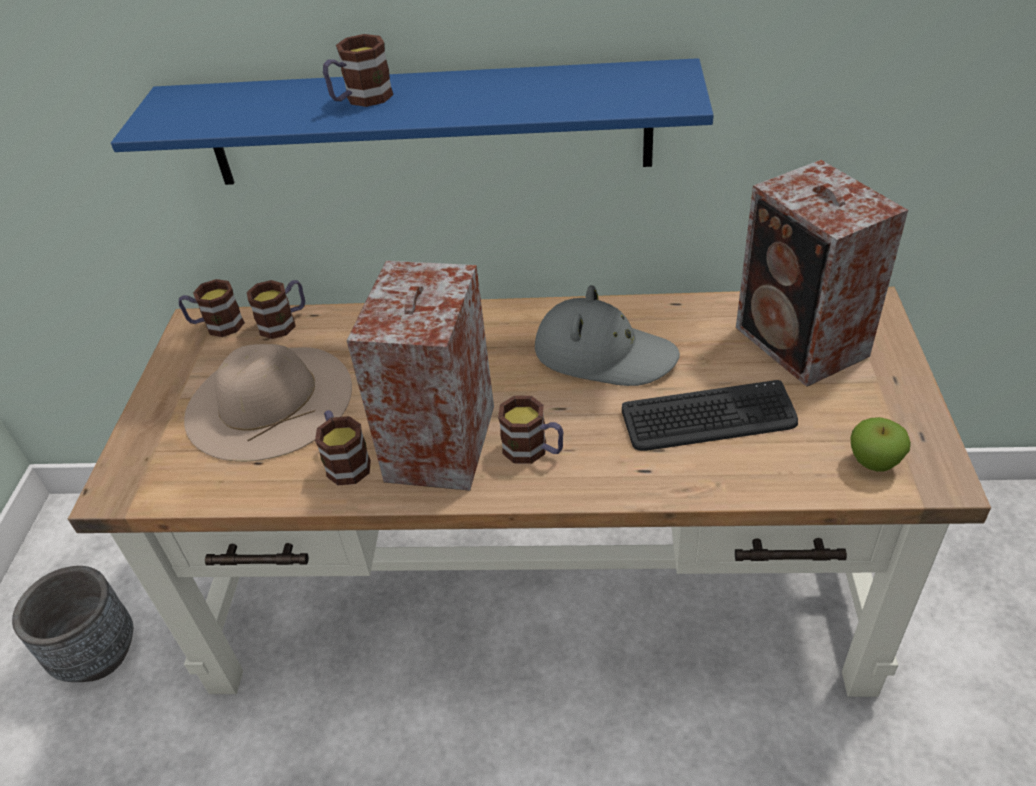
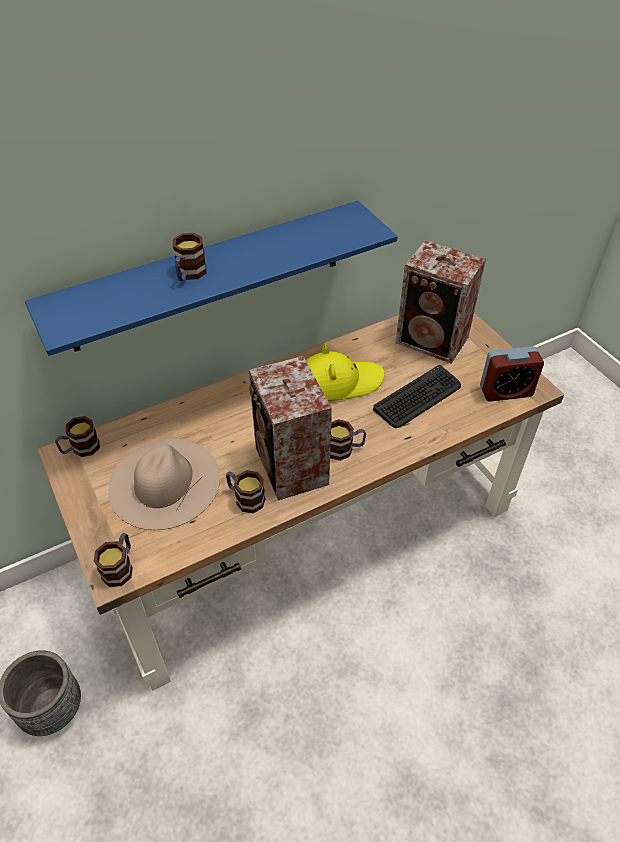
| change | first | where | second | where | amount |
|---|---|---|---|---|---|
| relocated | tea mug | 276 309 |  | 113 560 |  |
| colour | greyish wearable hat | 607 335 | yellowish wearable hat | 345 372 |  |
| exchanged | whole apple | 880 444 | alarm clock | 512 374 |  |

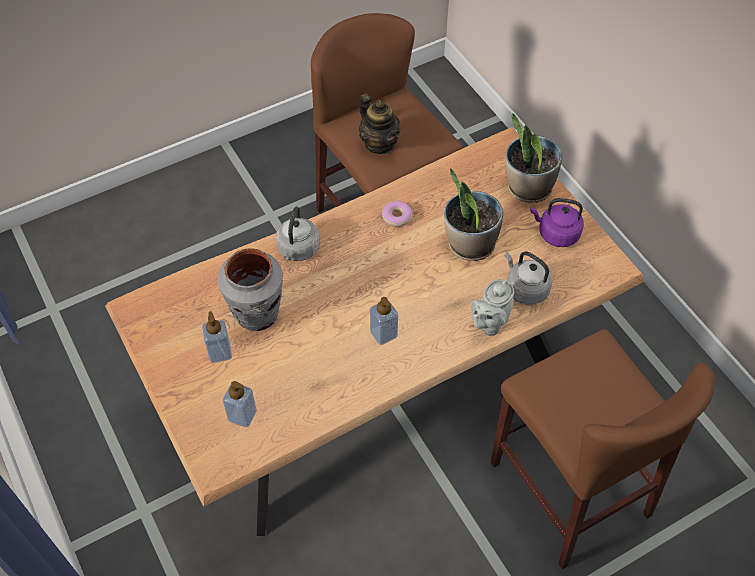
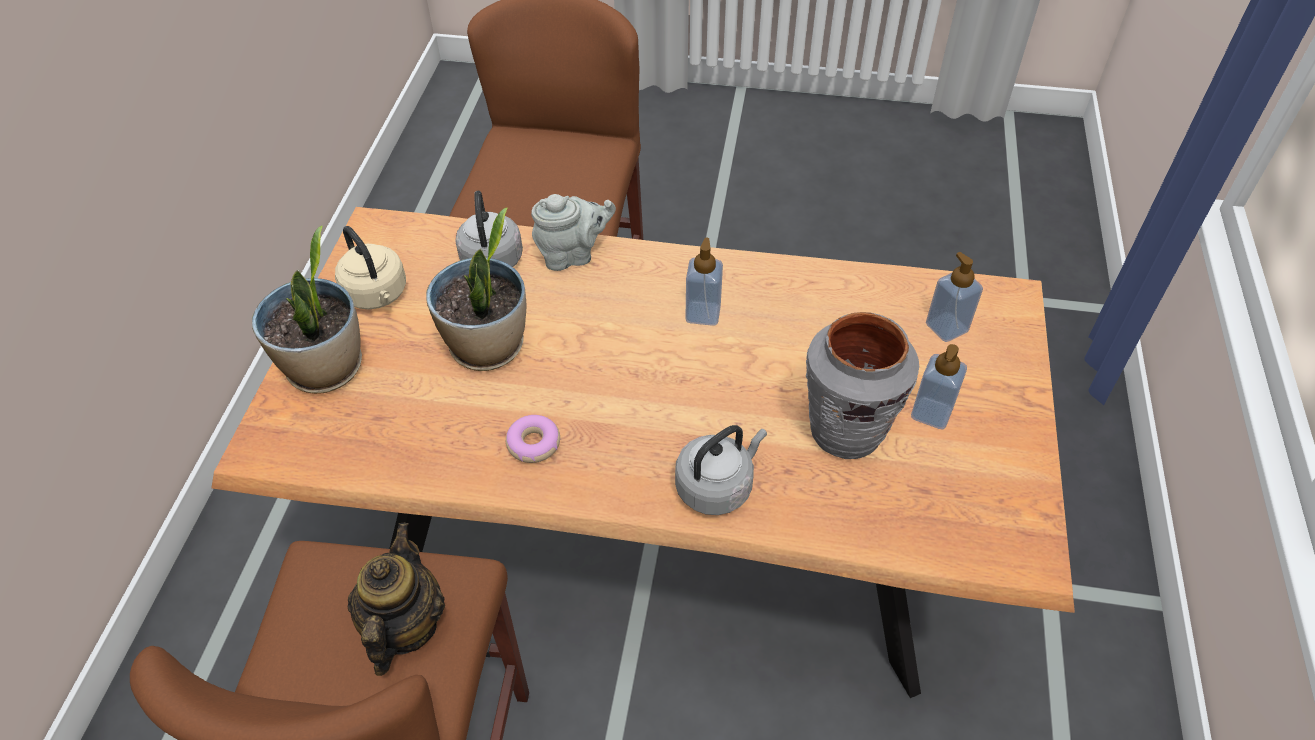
| change | first | where | second | where | amount |
|---|---|---|---|---|---|
| colour | purple-coloured tea kettle | 557 222 | beige-coloured tea kettle | 370 267 |  |

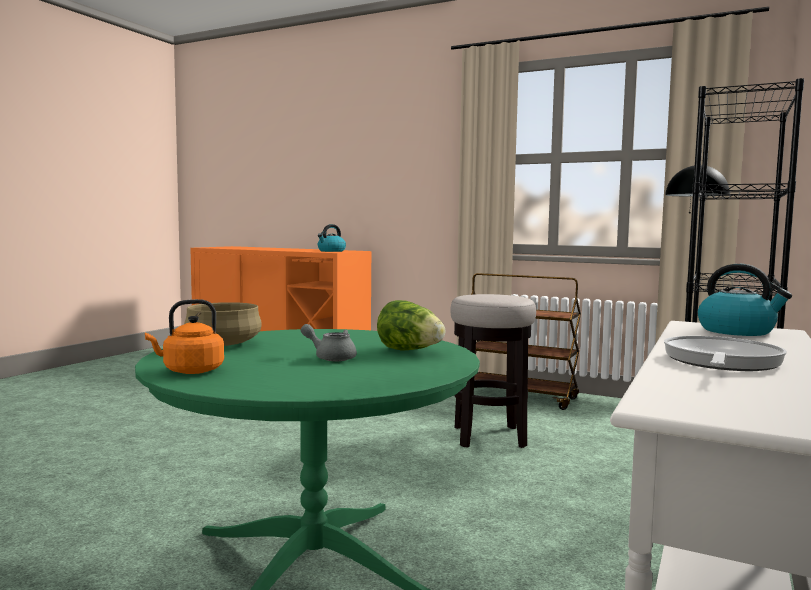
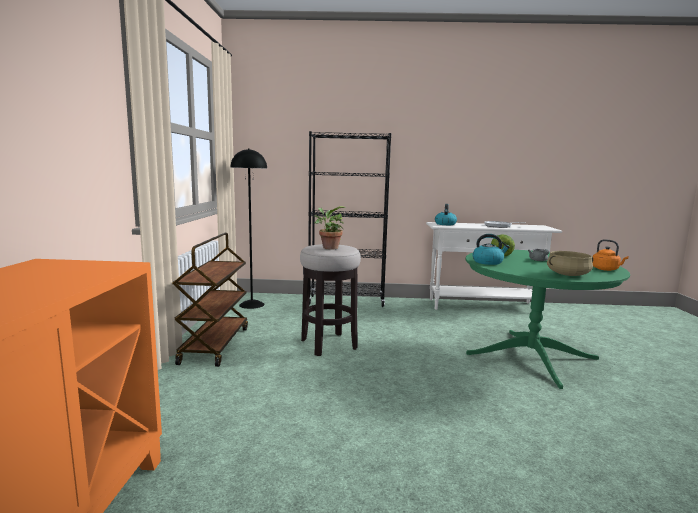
| change | first | where | second | where | amount |
|---|---|---|---|---|---|
| appeared |  |  | houseplant | 329 228 |  |
| relocated | tea kettle | 332 238 |  | 491 249 |  |

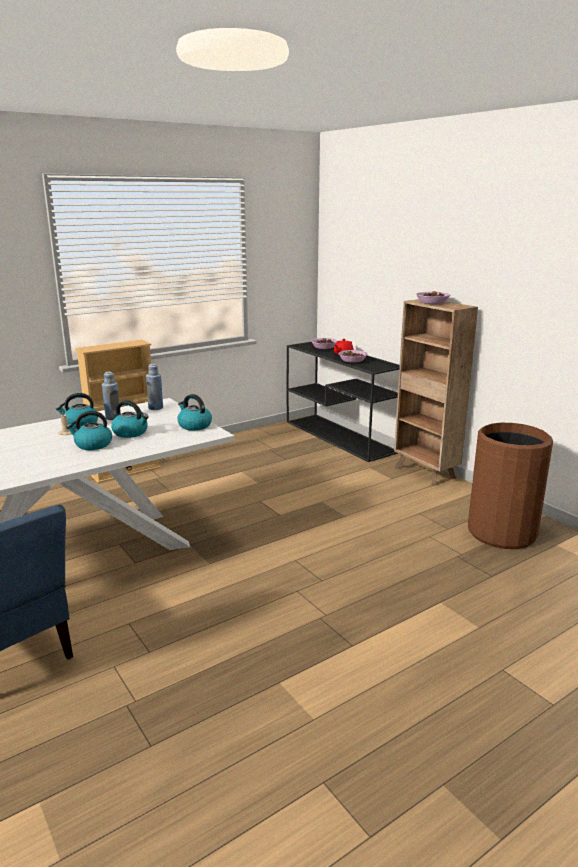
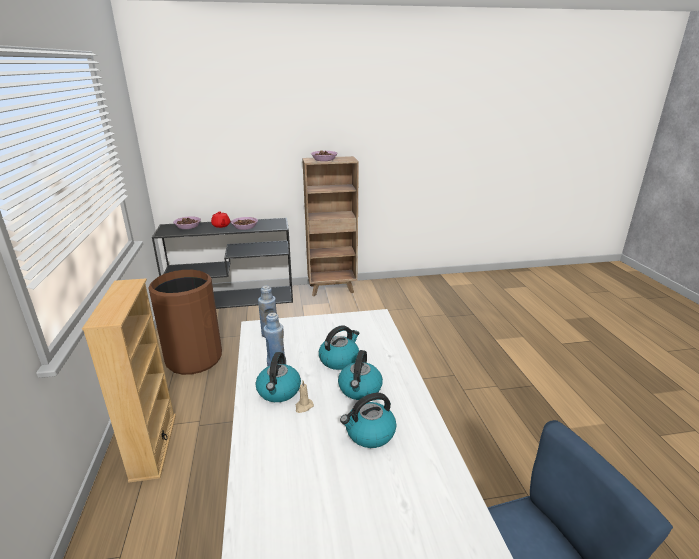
| change | first | where | second | where | amount |
|---|---|---|---|---|---|
| relocated | brown waste bin | 510 486 |  | 185 322 |  |
| relocated | tea kettle | 194 412 |  | 368 420 |  |

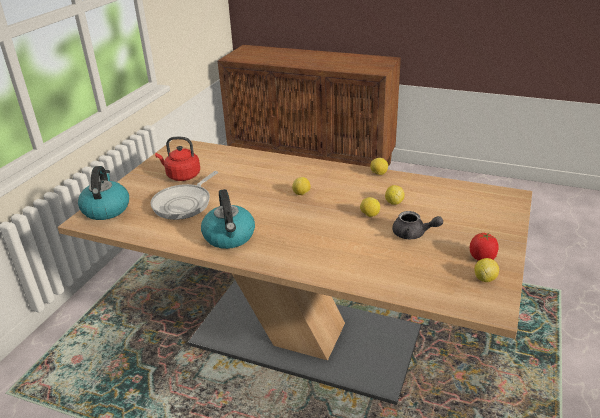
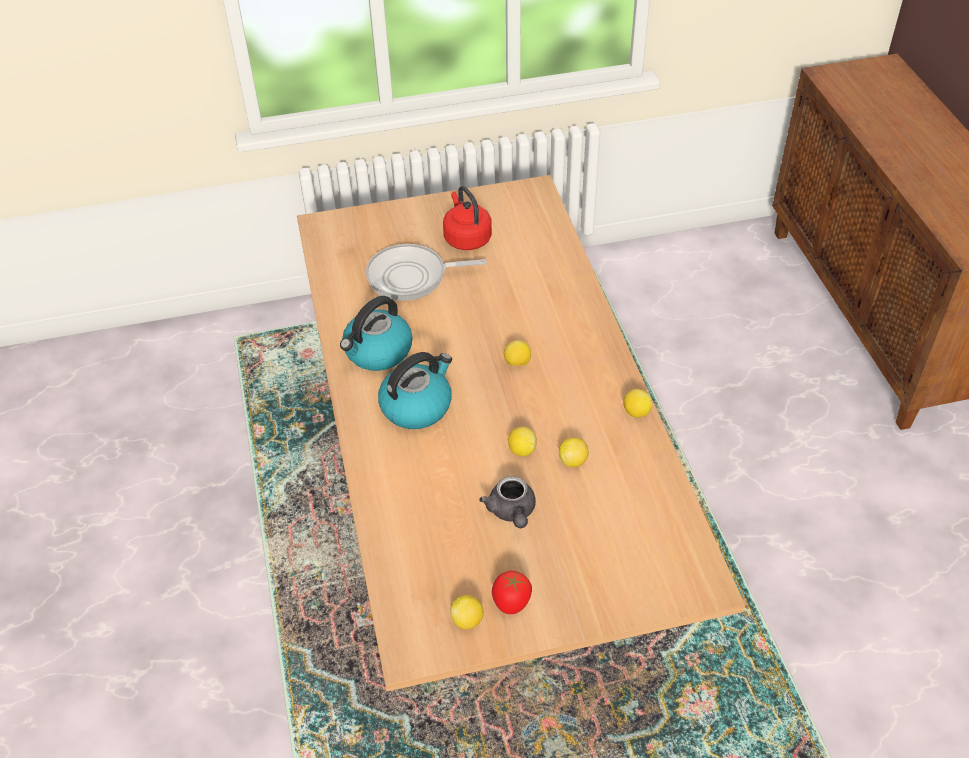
| change | first | where | second | where | amount |
|---|---|---|---|---|---|
| relocated | tea kettle | 103 193 |  | 415 390 |  |

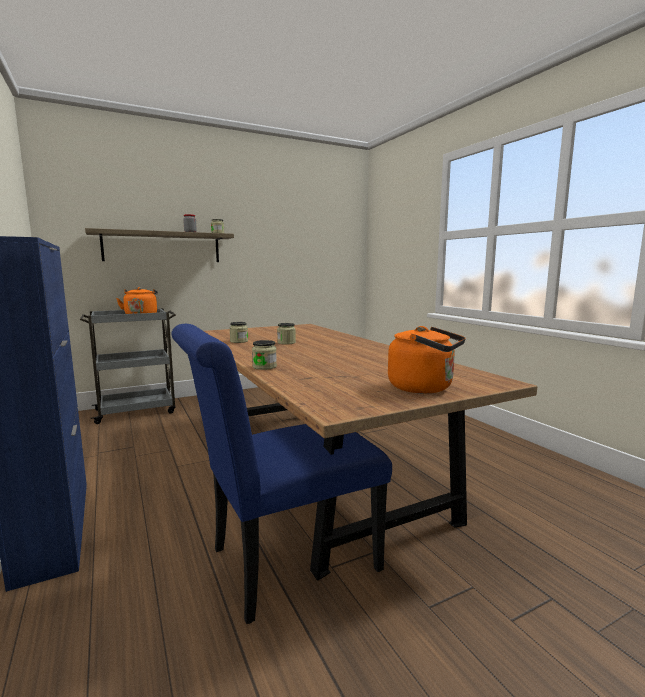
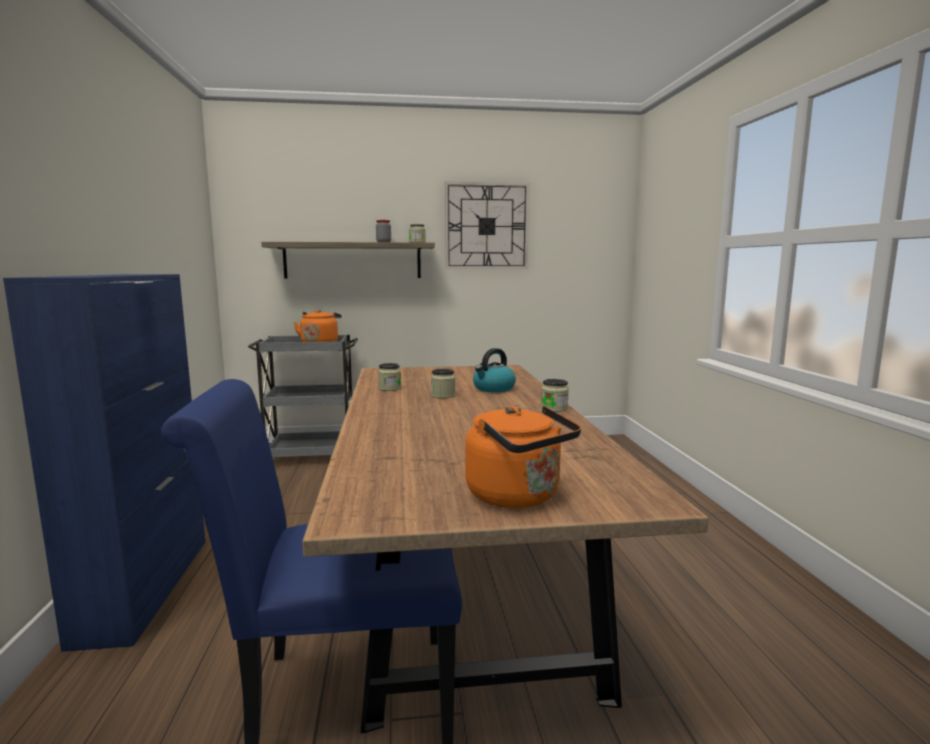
| change | first | where | second | where | amount |
|---|---|---|---|---|---|
| appeared |  |  | clock on the wall | 487 225 |  |
| appeared |  |  | tea kettle | 494 370 |  |
| relocated | storage jar | 264 355 |  | 555 395 |  |

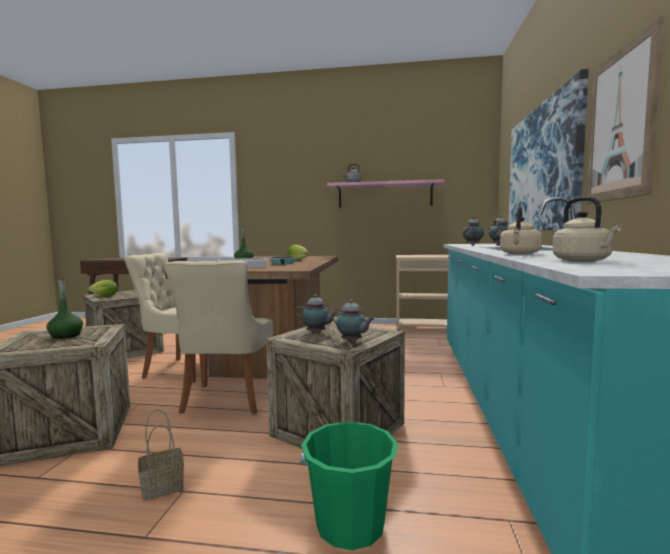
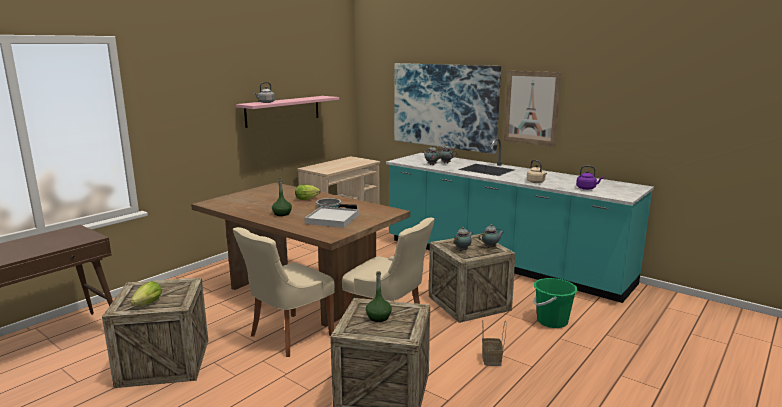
| change | first | where | second | where | amount |
|---|---|---|---|---|---|
| colour | beige-coloured tea kettle | 586 229 | purple-coloured tea kettle | 589 178 |  |

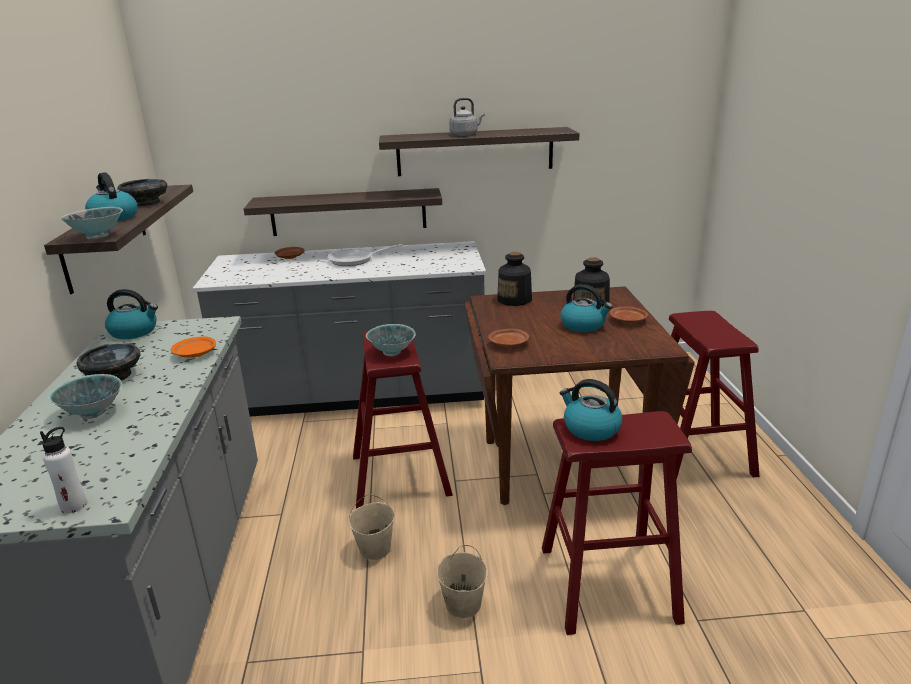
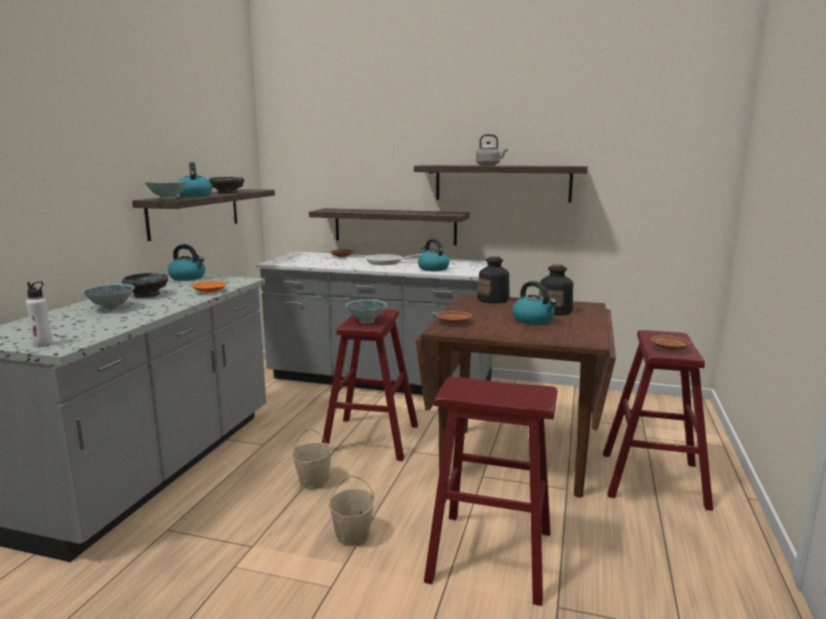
| change | first | where | second | where | amount |
|---|---|---|---|---|---|
| relocated | tea kettle | 591 410 |  | 434 255 |  |
| relocated | brown flat dish | 629 314 |  | 670 343 |  |

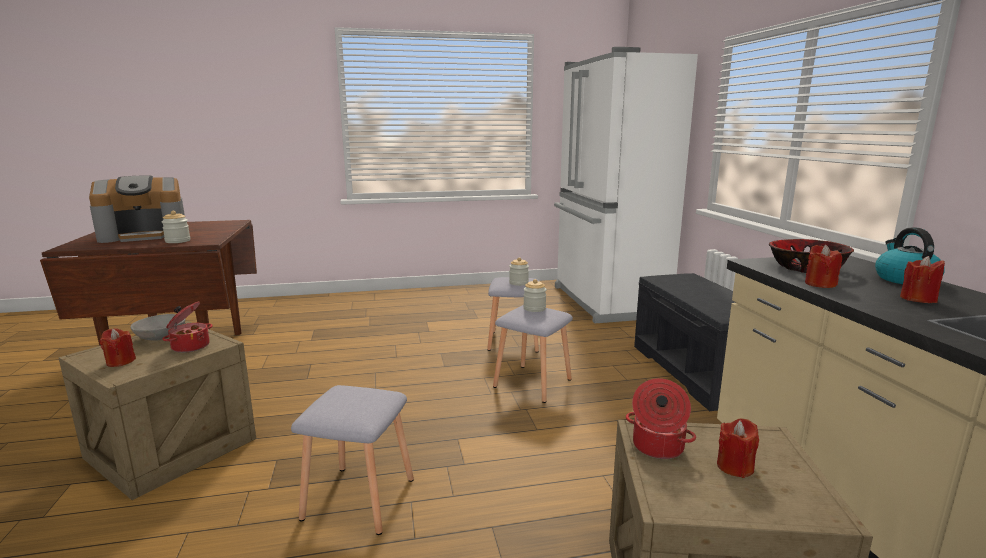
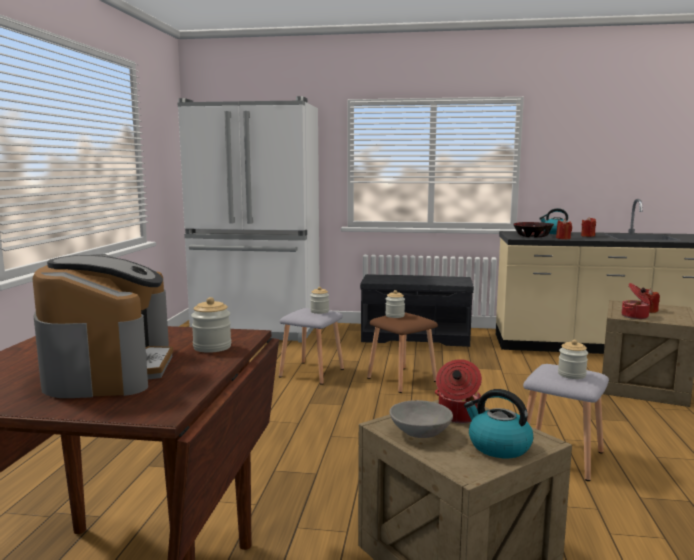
| change | first | where | second | where | amount |
|---|---|---|---|---|---|
| colour | greyish stool seat | 533 354 | brown stool seat | 402 353 |  |
| exchanged | red-coloured wax light | 117 347 | tea kettle | 498 423 |  |
| appeared |  |  | storage jar | 573 359 |  |

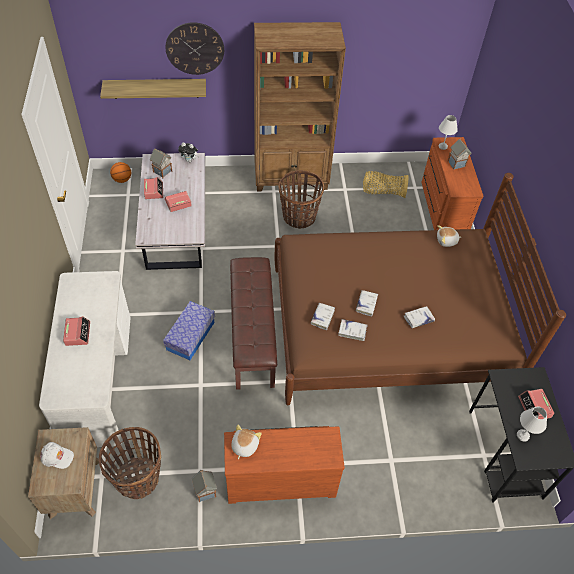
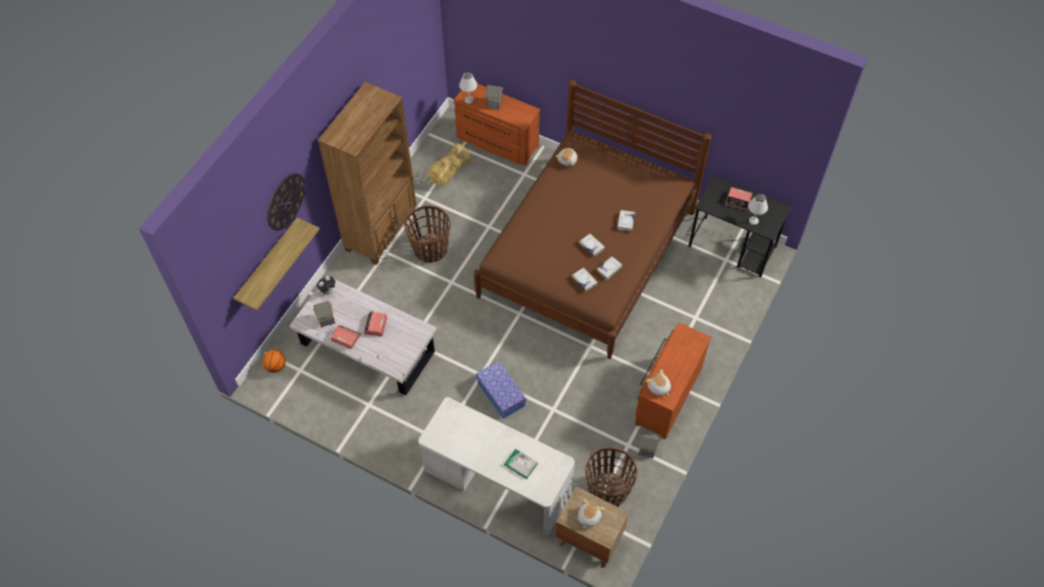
| change | first | where | second | where | amount |
|---|---|---|---|---|---|
| appeared |  |  | bound book | 521 464 |  |
| exchanged | white-coloured baseball cap | 57 455 | cuddly toy | 591 514 |  |
| missing | alarm clock | 76 331 |  |  |  |
| missing | brown indoor bench | 253 323 |  |  |  |

